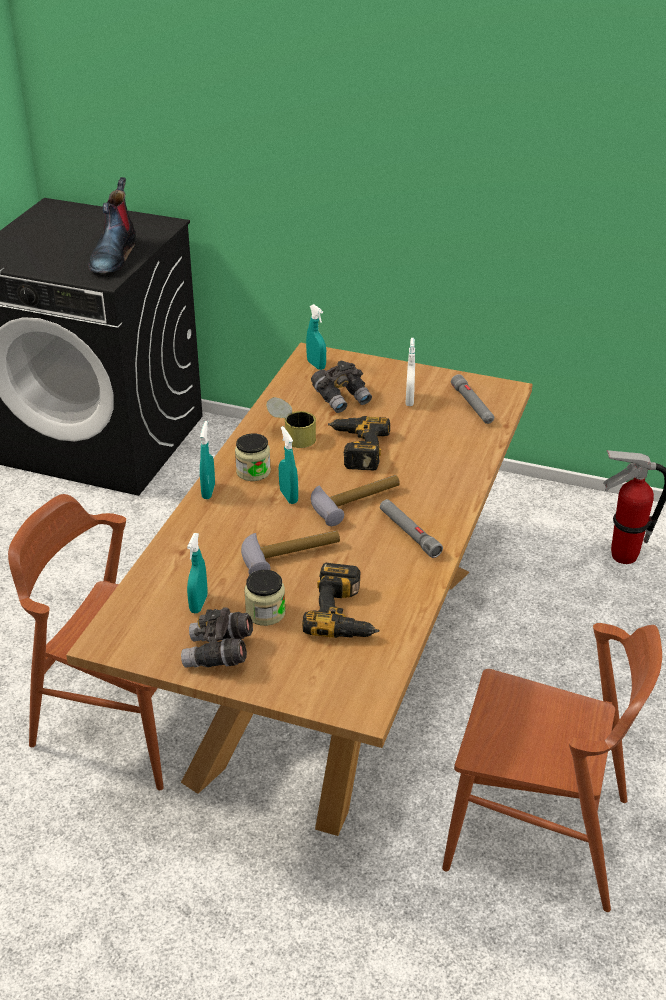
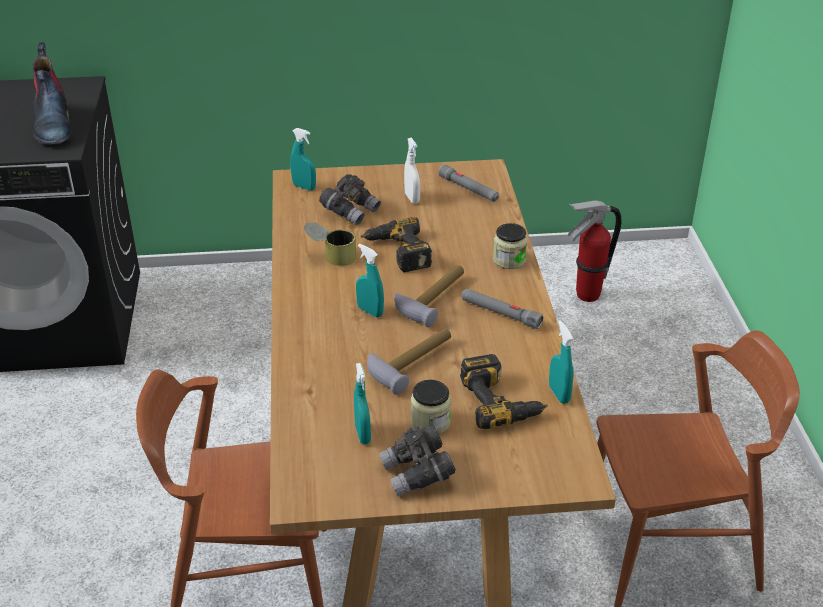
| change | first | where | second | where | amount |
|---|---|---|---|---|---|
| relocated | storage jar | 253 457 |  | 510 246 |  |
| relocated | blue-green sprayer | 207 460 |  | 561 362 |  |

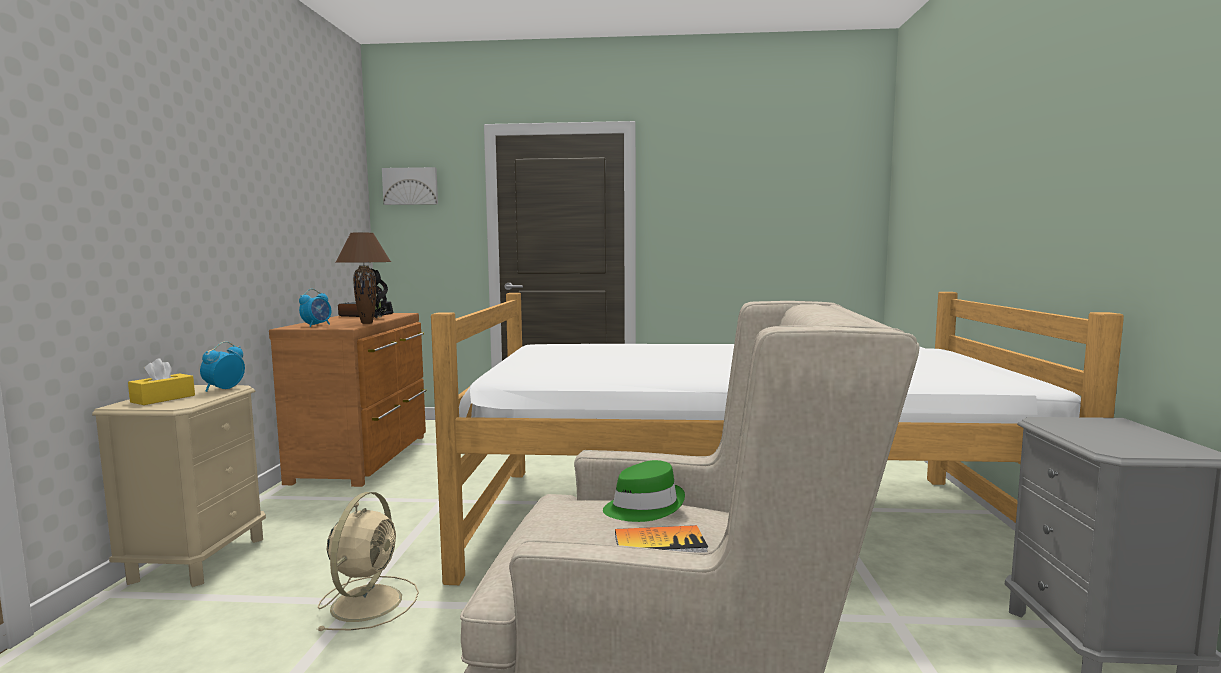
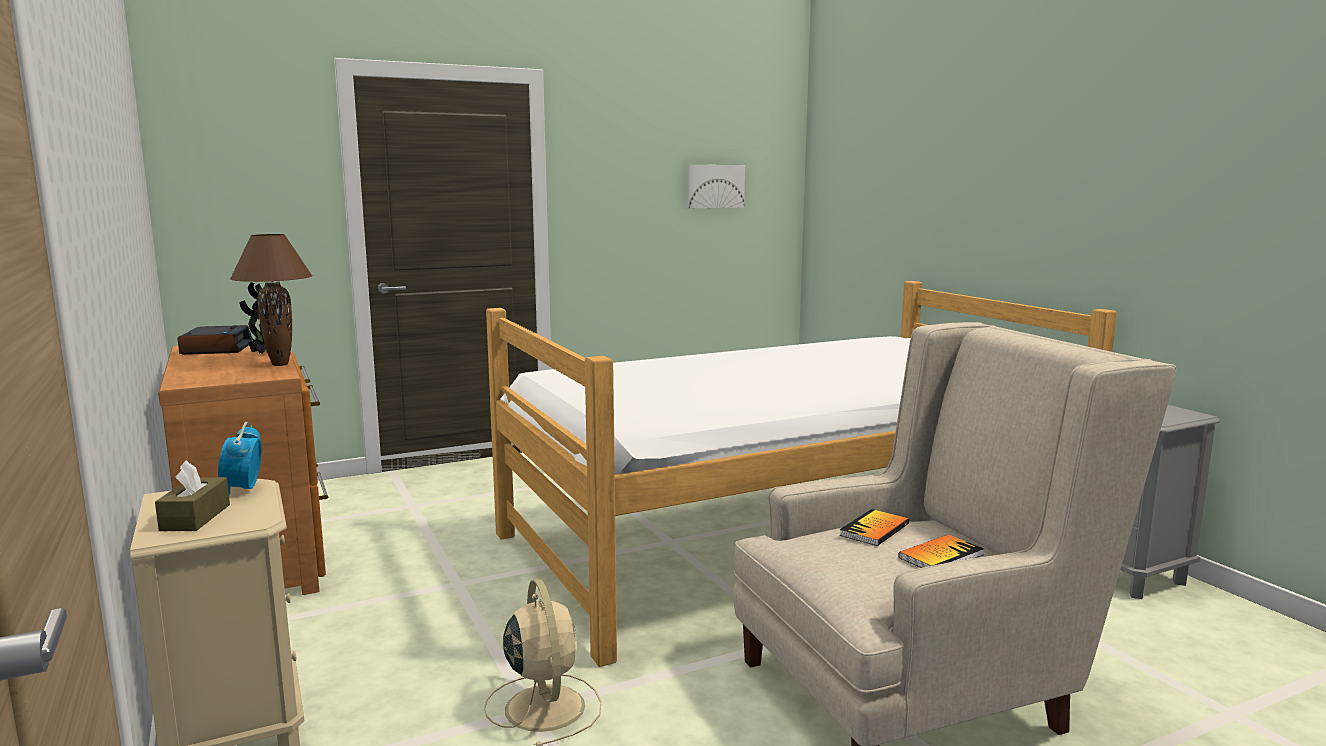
| change | first | where | second | where | amount |
|---|---|---|---|---|---|
| colour | yellowish tissue holder | 161 381 | brown tissue holder | 192 495 |  |
| relocated | wall picture | 410 186 |  | 716 186 |  |
| exchanged | green wearable hat | 644 491 | bound book | 874 527 |  |
| missing | alarm clock | 315 308 |  |  |  |

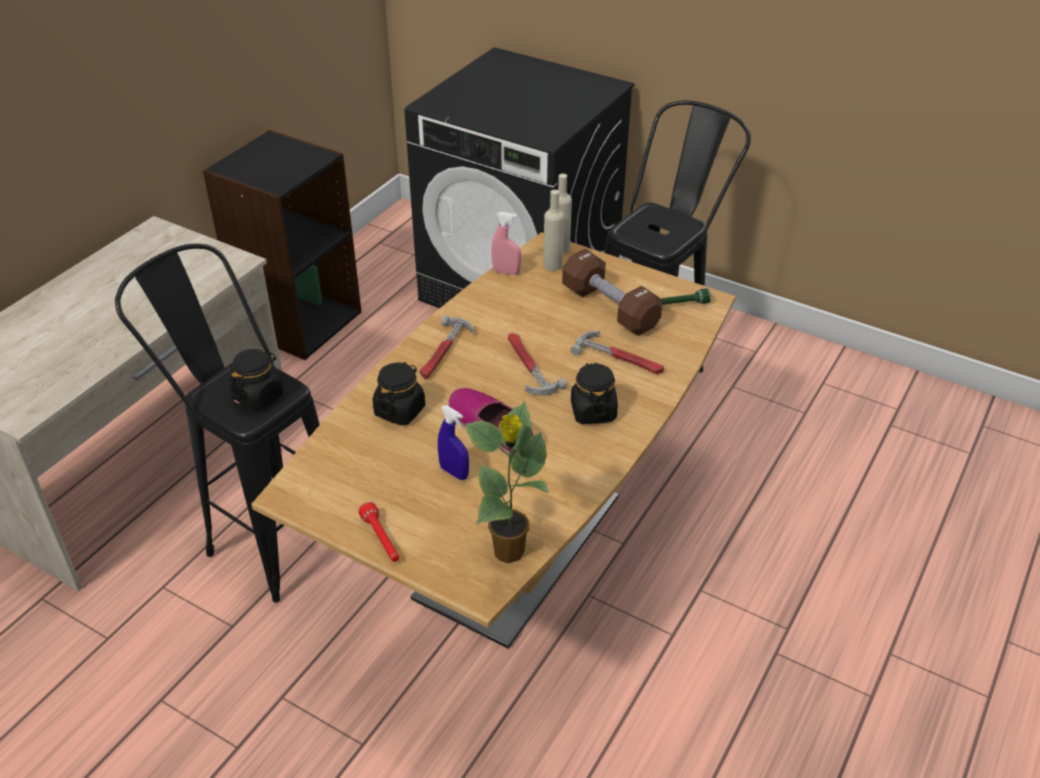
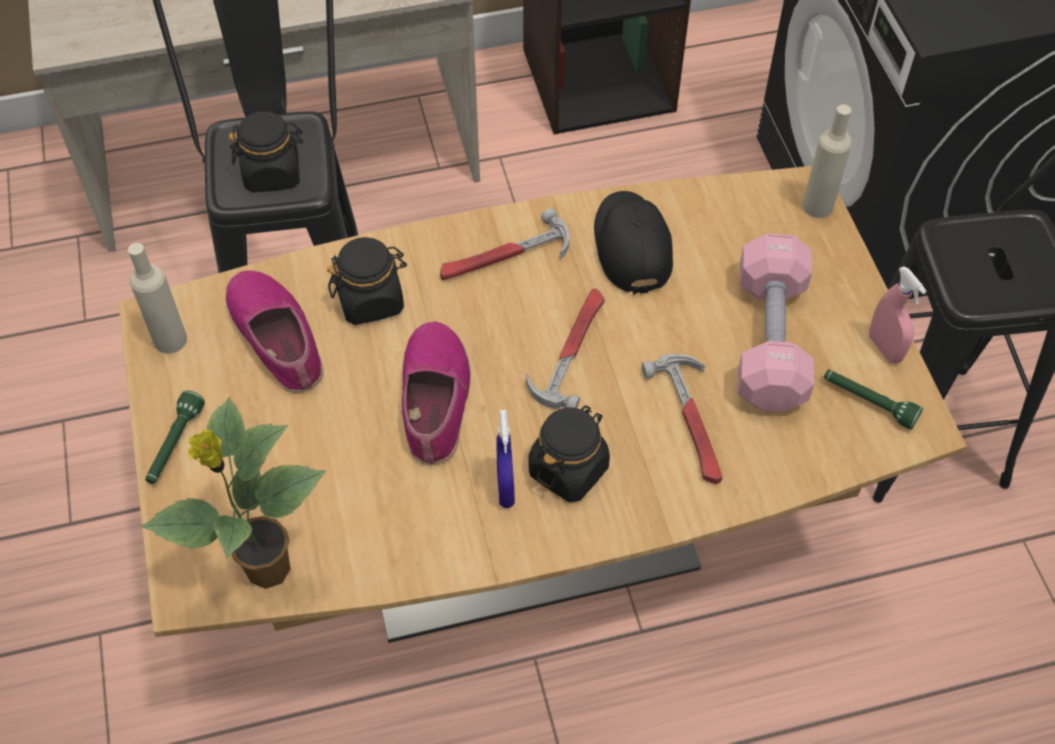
| change | first | where | second | where | amount |
|---|---|---|---|---|---|
| relocated | beige-coloured drink bottle | 553 230 |  | 157 298 |  |
| colour | red-coloured flashlight | 378 532 | green flashlight | 175 437 |  |
| appeared |  |  | low shoe | 275 331 |  |
| relocated | blue-coloured sprayer | 453 442 |  | 505 459 |  |
| appeared |  |  | black-coloured baseball cap | 633 242 |  |
| colour | brown dumbbell | 612 292 | pink-coloured dumbbell | 776 322 |  |
| relocated | pink-coloured sprayer | 506 243 |  | 898 315 |  |

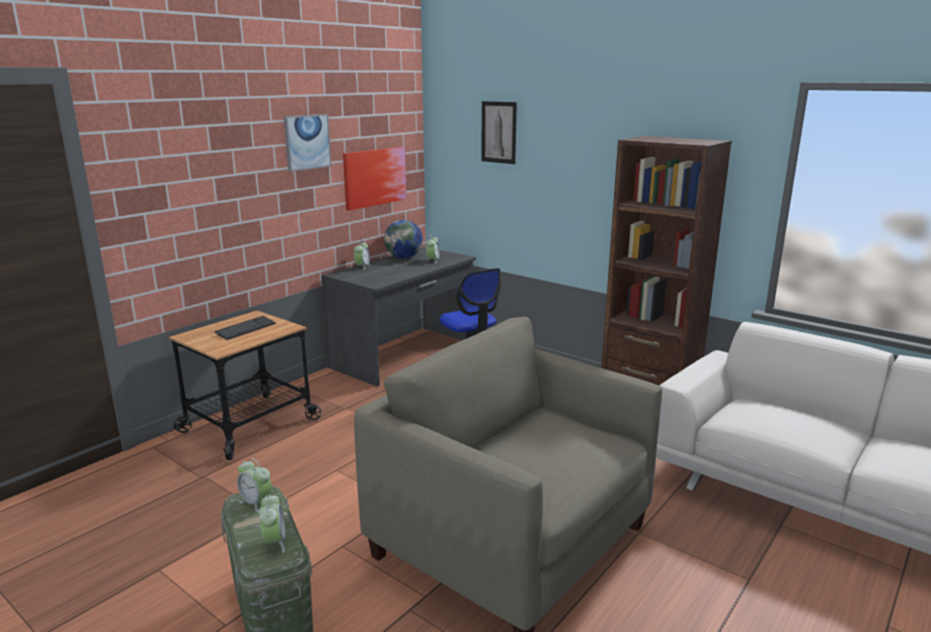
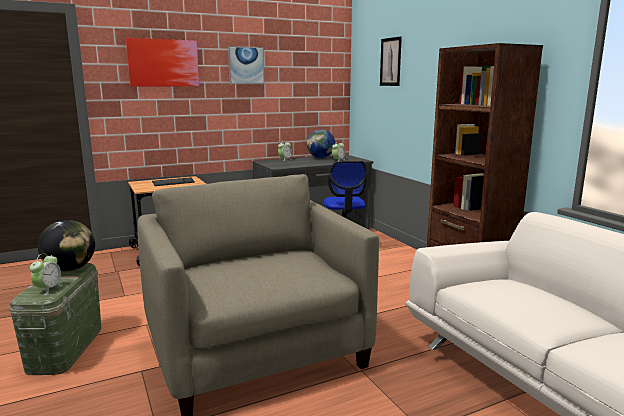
| change | first | where | second | where | amount |
|---|---|---|---|---|---|
| exchanged | alarm clock | 254 485 | globe | 66 245 |  |
| relocated | wall picture | 375 179 |  | 162 62 |  |

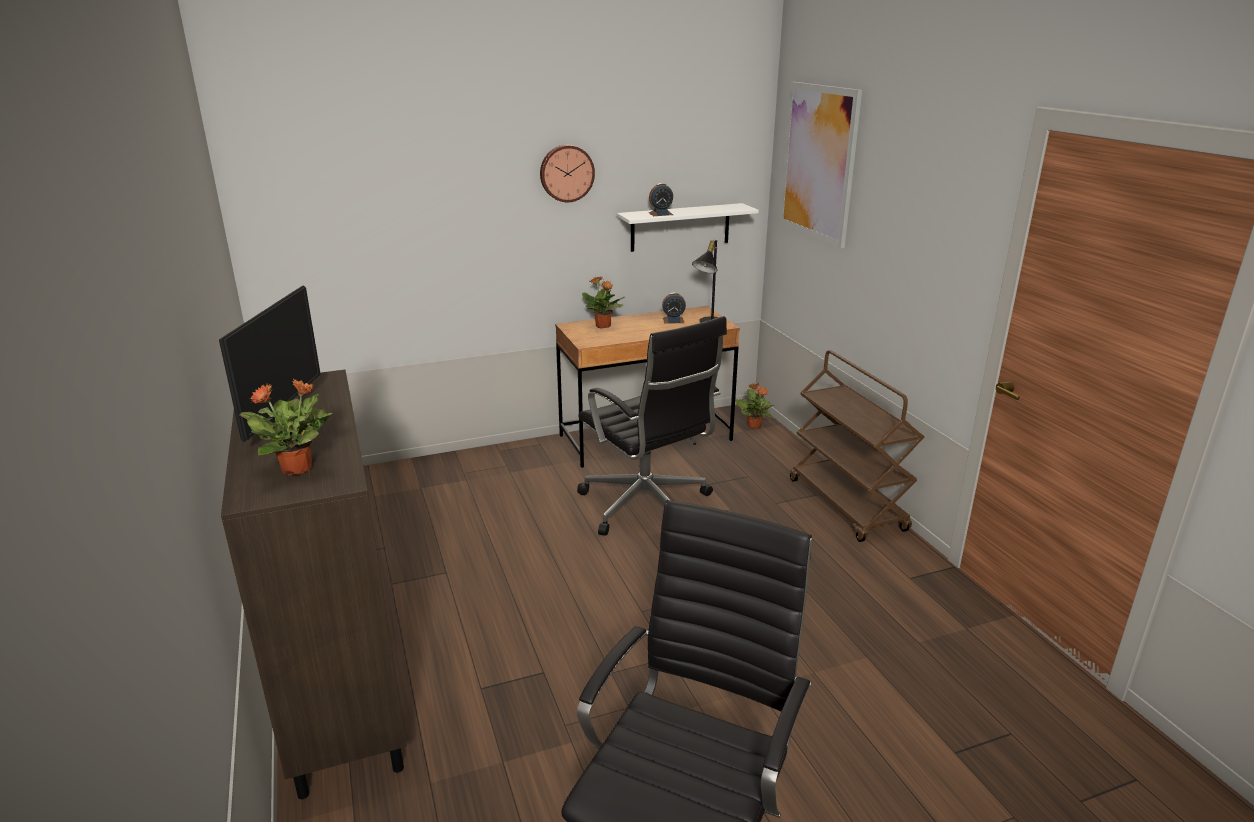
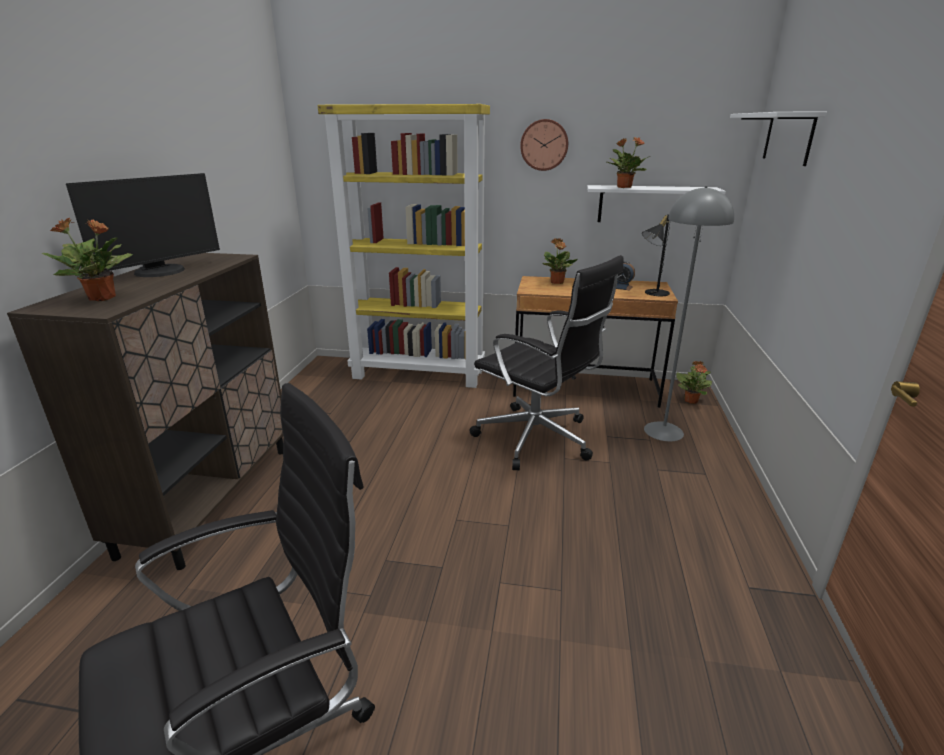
| change | first | where | second | where | amount |
|---|---|---|---|---|---|
| appeared |  |  | yellowish bookshelf | 404 246 |  |
| spun | black-coloured desk chair | 652 426 |  | 546 362 | 45 degrees counterclockwise |
| exchanged | alarm clock | 661 199 | houseplant | 628 162 |  |
| appeared |  |  | greyish standing lamp | 689 313 |  |
| exchanged | wall picture | 821 165 | white-coloured bracket shelf | 778 139 |  |
| missing | brown cart | 857 446 |  |  |  |

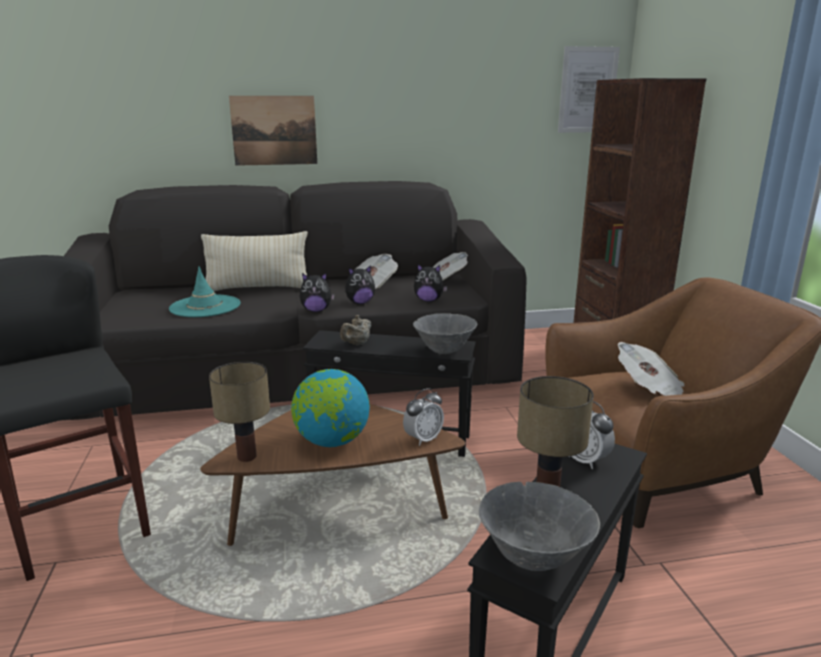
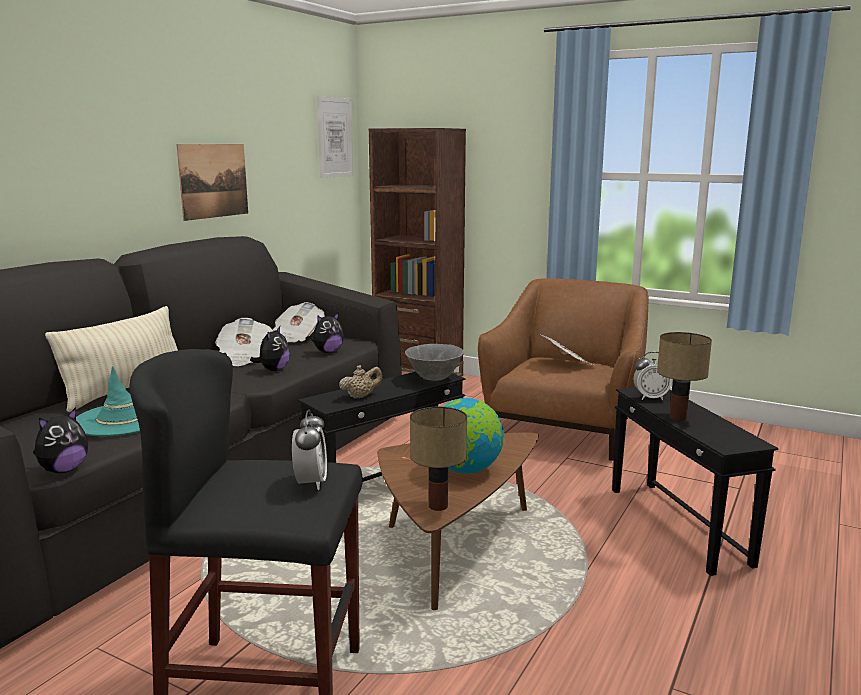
| change | first | where | second | where | amount |
|---|---|---|---|---|---|
| relocated | cuddly toy | 317 292 |  | 60 440 |  |
| relocated | wall picture | 273 131 |  | 212 182 |  |
| relocated | alarm clock | 423 417 |  | 309 450 |  |
| spun | beige-coloured teapot | 355 330 |  | 360 382 | 105 degrees counterclockwise |
| missing | greyish deep dish | 539 526 |  |  |  |

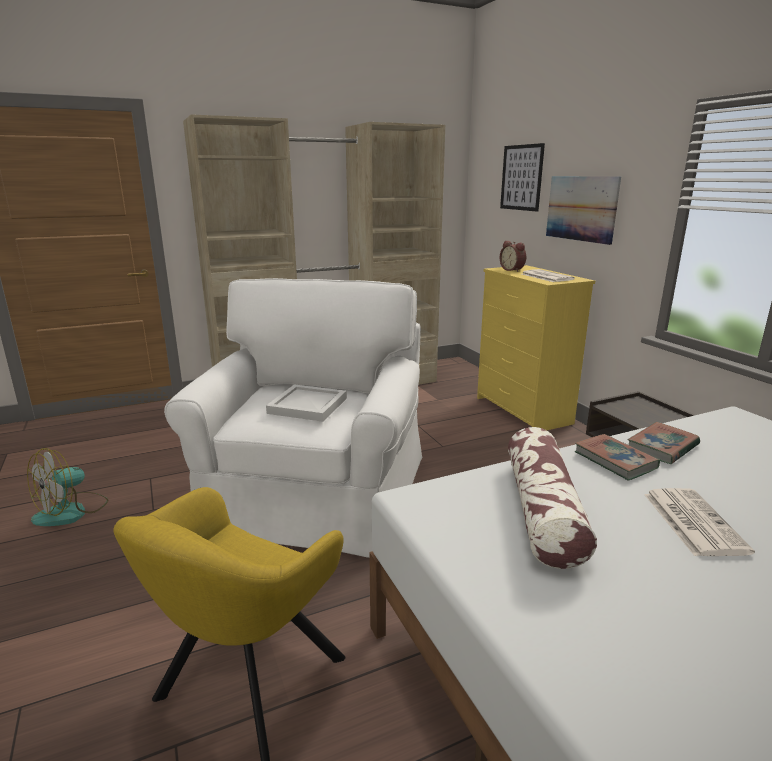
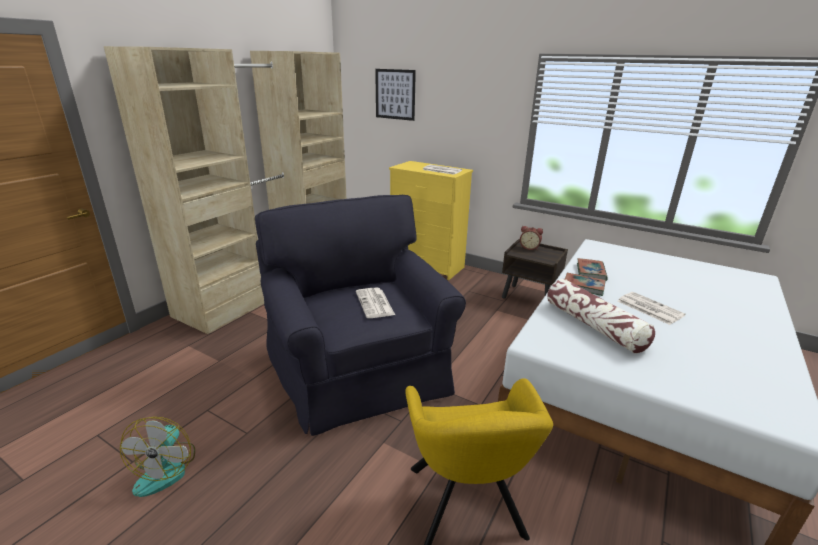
| change | first | where | second | where | amount |
|---|---|---|---|---|---|
| colour | white-coloured lounge chair | 293 418 | black-coloured lounge chair | 360 315 |  |
| exchanged | white-coloured serving tray | 306 403 | daily paper | 375 303 |  |
| relocated | alarm clock | 513 256 |  | 531 238 |  |
| missing | wall picture | 583 210 |  |  |  |

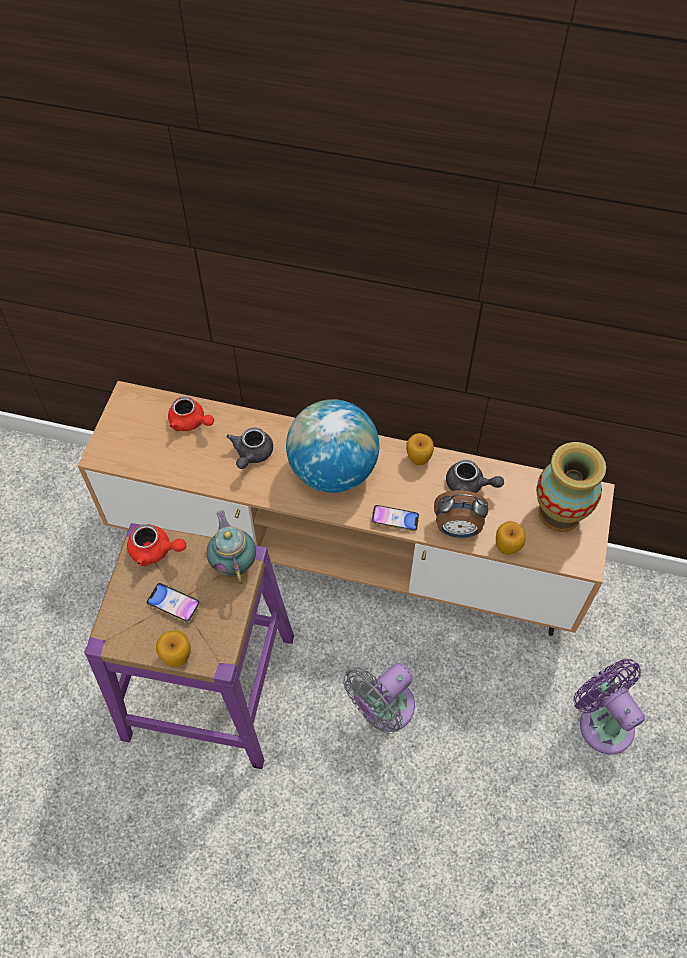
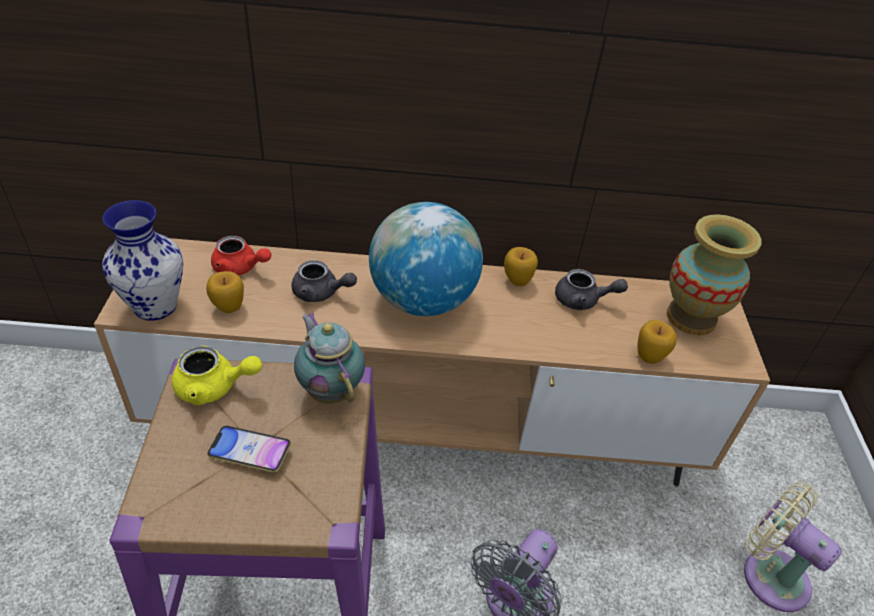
| change | first | where | second | where | amount |
|---|---|---|---|---|---|
| appeared |  |  | flower vase | 142 260 |  |
| colour | red-coloured teapot | 156 545 | yellowish teapot | 217 375 |  |
| relocated | whole apple | 173 648 |  | 225 292 |  |
| spun | greyish teapot | 249 448 |  | 324 281 | 75 degrees counterclockwise |
| colour | purple-coloured cooling fan | 609 706 | beige-coloured cooling fan | 793 547 |  |
| missing | handset | 395 518 |  |  |  |
| missing | alarm clock | 461 514 |  |  |  |

